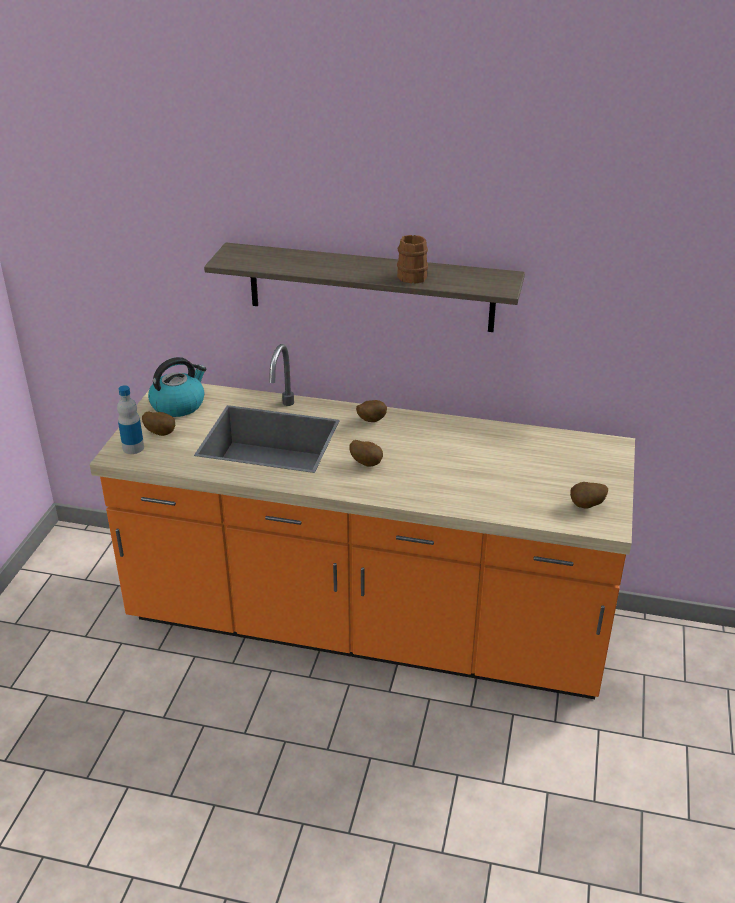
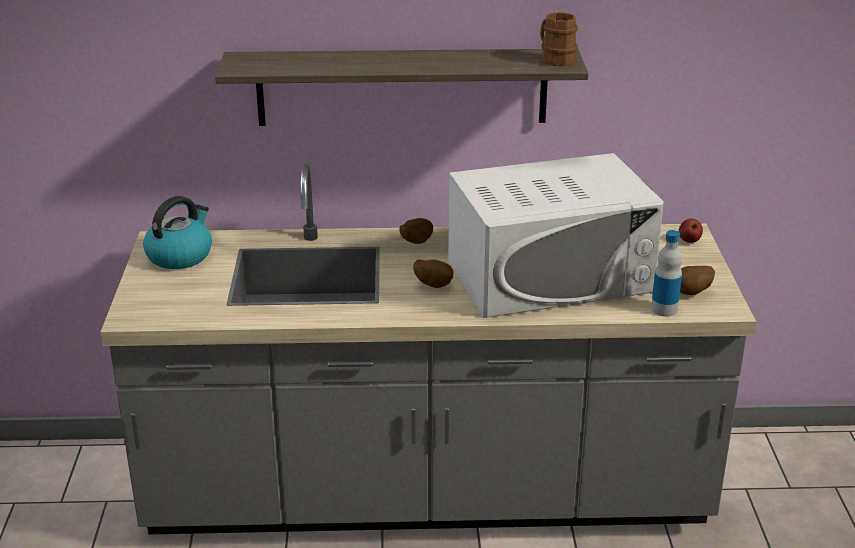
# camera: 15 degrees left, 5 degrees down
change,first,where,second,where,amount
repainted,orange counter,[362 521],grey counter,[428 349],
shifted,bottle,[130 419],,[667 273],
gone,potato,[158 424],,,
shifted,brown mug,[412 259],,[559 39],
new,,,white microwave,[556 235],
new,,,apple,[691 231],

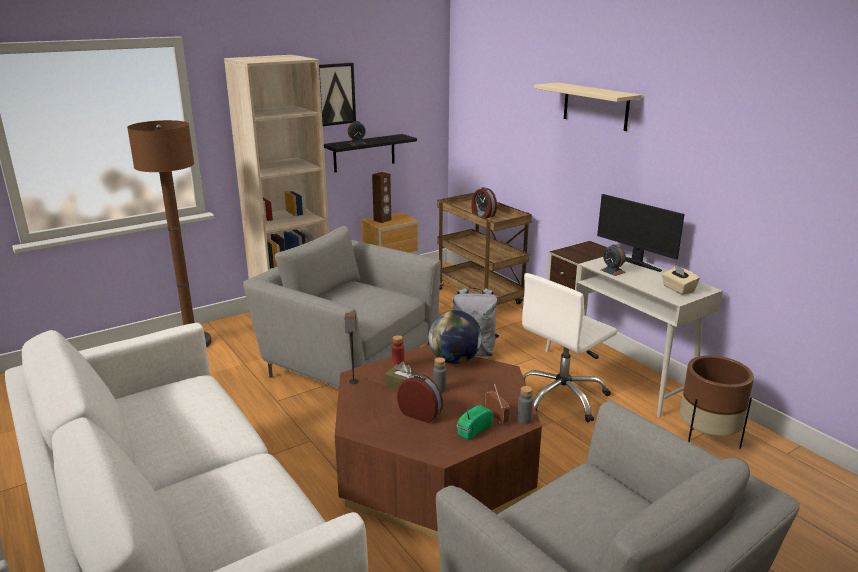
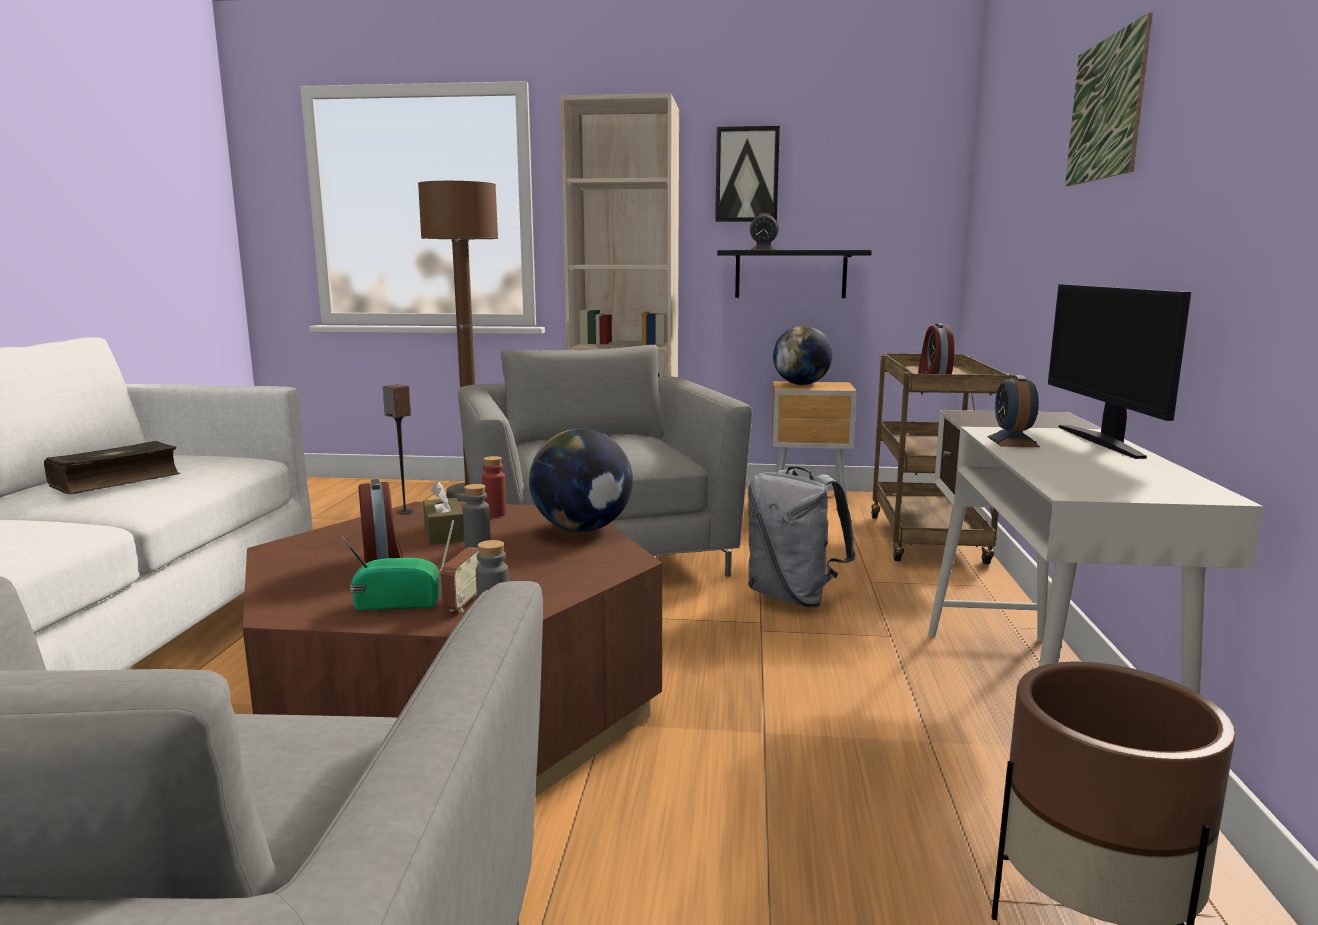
# camera: 40 degrees right, 10 degrees down
change,first,where,second,where,amount
swapped,brown speaker,[381 197],globe,[803 355],
gone,white office chair,[569 347],,,
swapped,beige shelf,[588 106],picture,[1108 99],
gone,beige tissue box,[681 280],,,
new,,,book,[112 467],

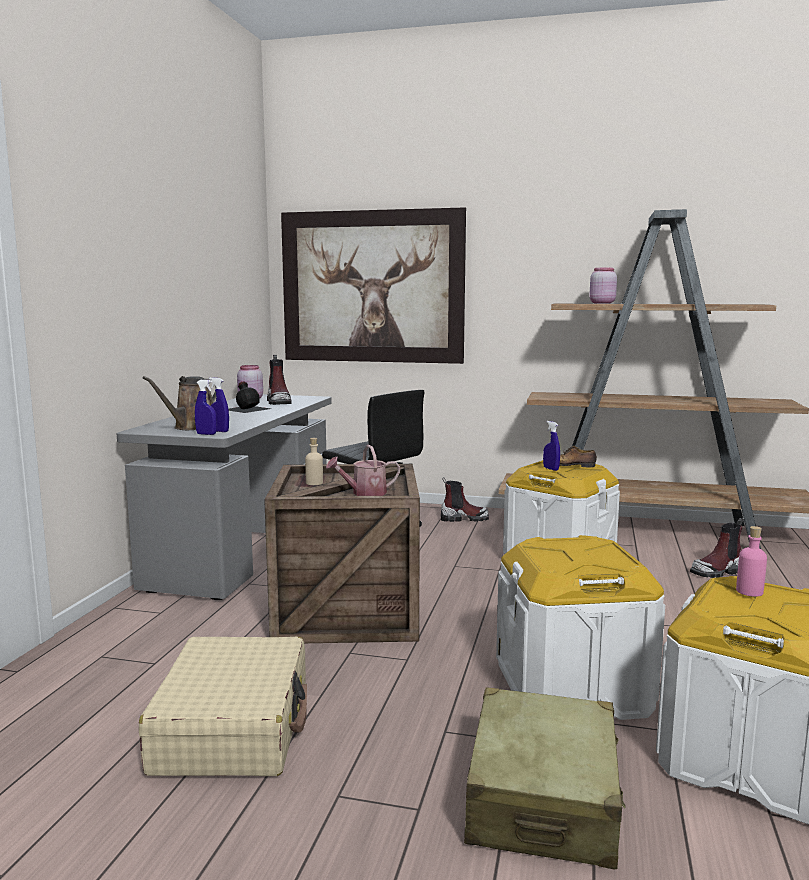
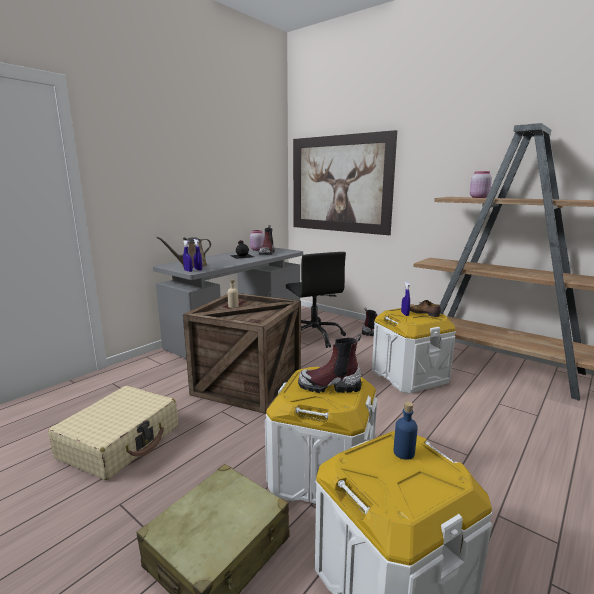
# camera: 25 degrees right, 5 degrees up
change,first,where,second,where,amount
gone,watering can,[363 470],,,
shifted,boot,[716 548],,[329 363],
repainted,pink bottle,[751 561],blue bottle,[405 430],

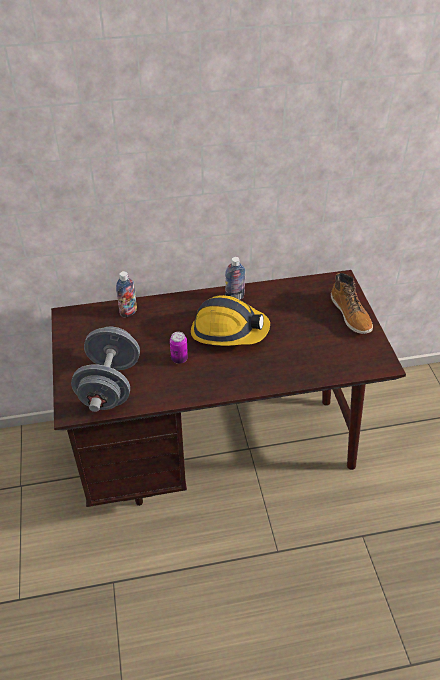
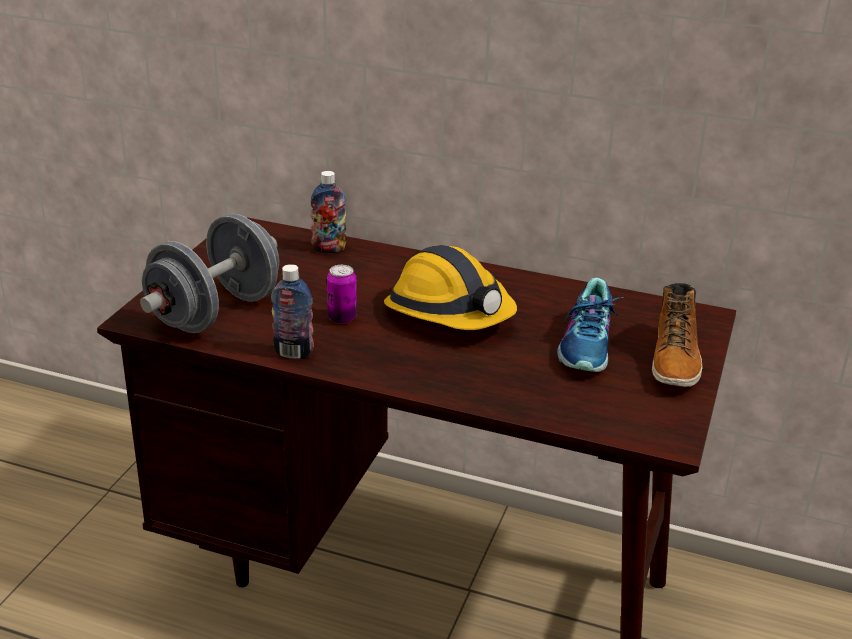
# camera: 30 degrees right, 15 degrees down
change,first,where,second,where,amount
shifted,bottle,[235 278],,[292 311],
new,,,shoe,[590 325],

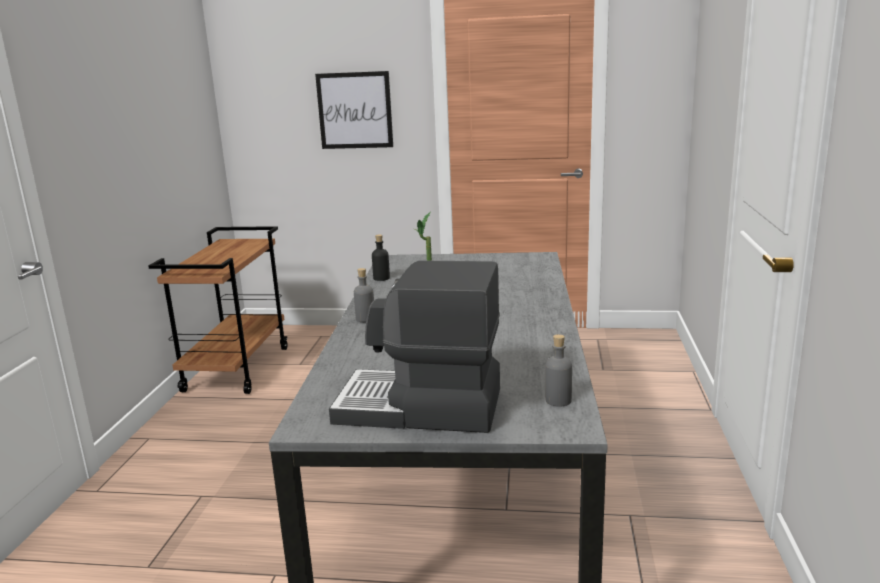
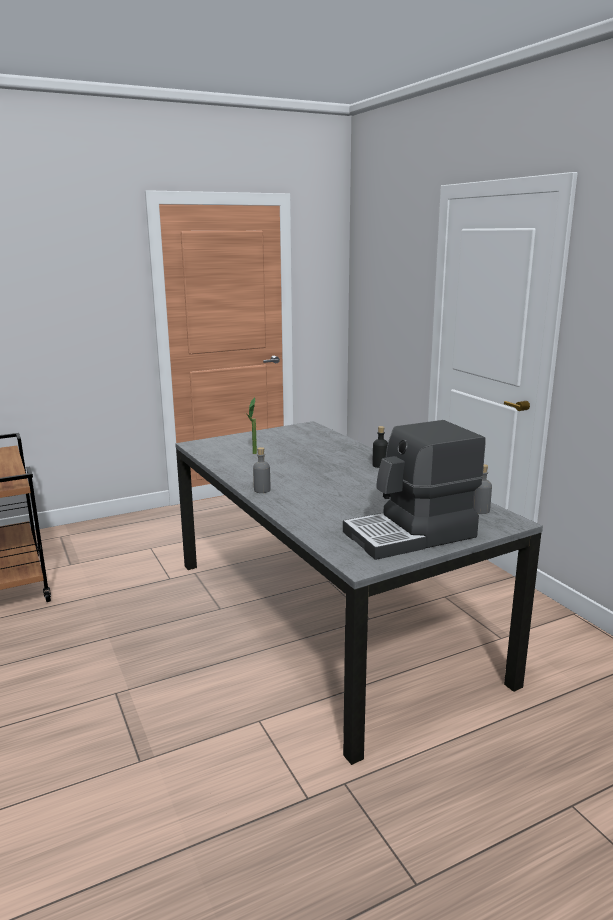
# camera: 35 degrees left, 0 degrees up
change,first,where,second,where,amount
gone,picture,[354 110],,,
shifted,black bottle,[381 258],,[380 447],

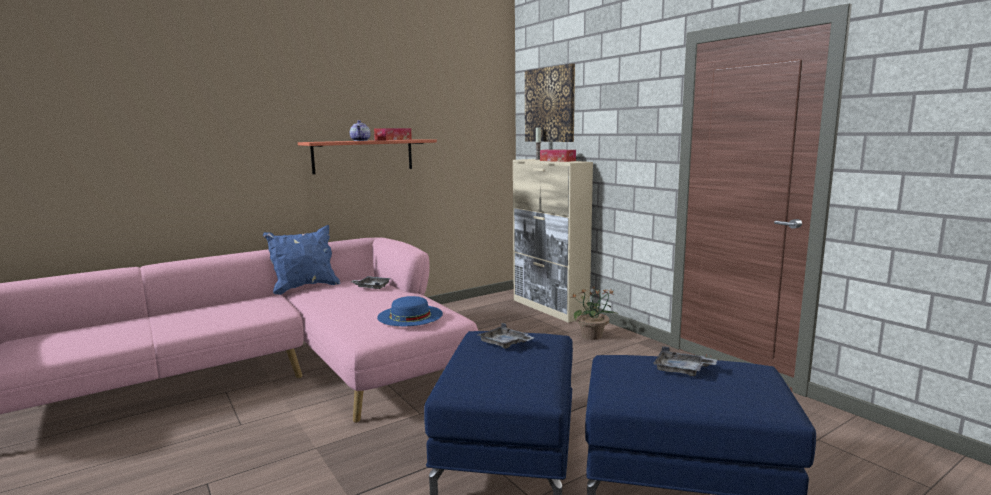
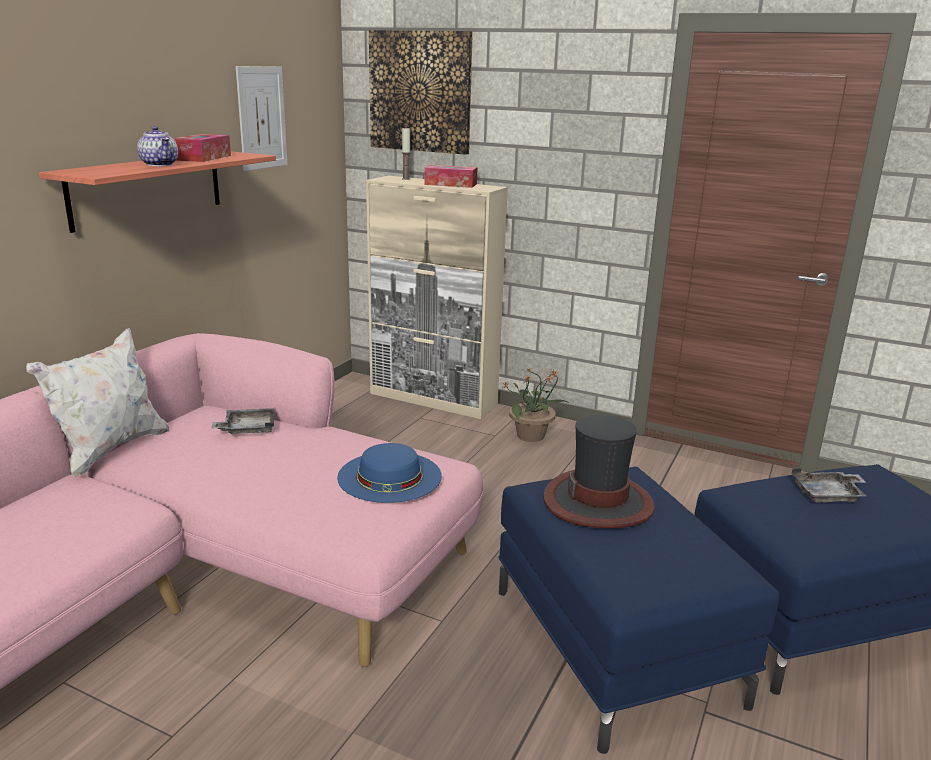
# camera: 30 degrees left, 10 degrees up
change,first,where,second,where,amount
repainted,blue pillow,[301 260],white pillow,[98 402],
swapped,grey tray,[506 336],hat,[599 471],
new,,,picture,[261 118],

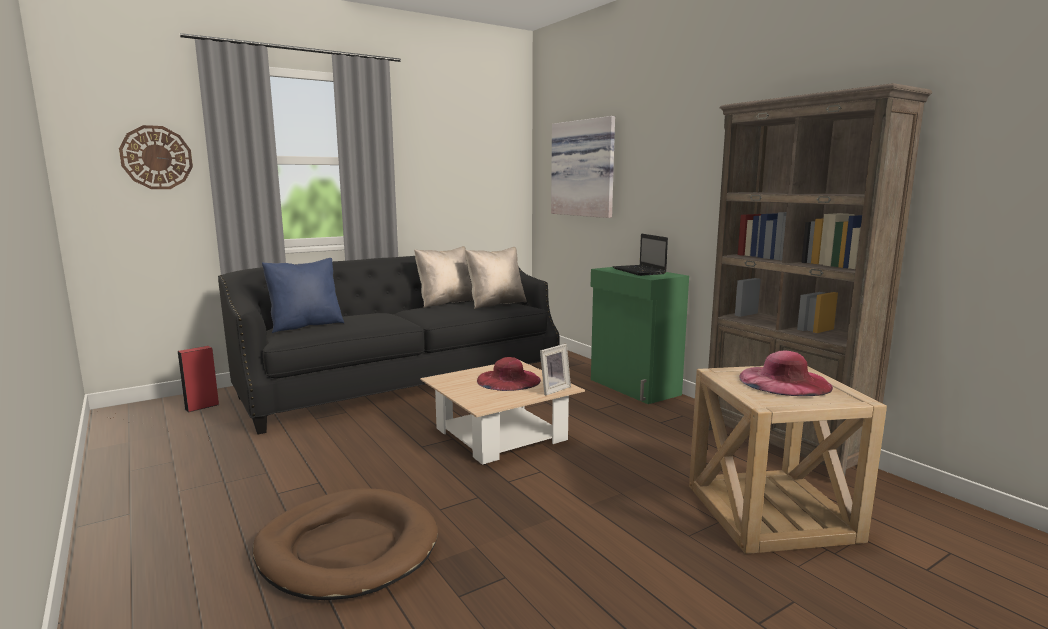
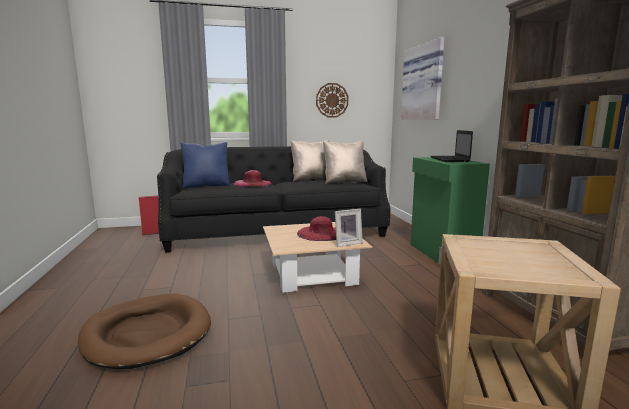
# camera: 20 degrees right, 0 degrees up
change,first,where,second,where,amount
shifted,wall clock,[156 157],,[332 100],
shifted,pink hat,[786 373],,[252 178],

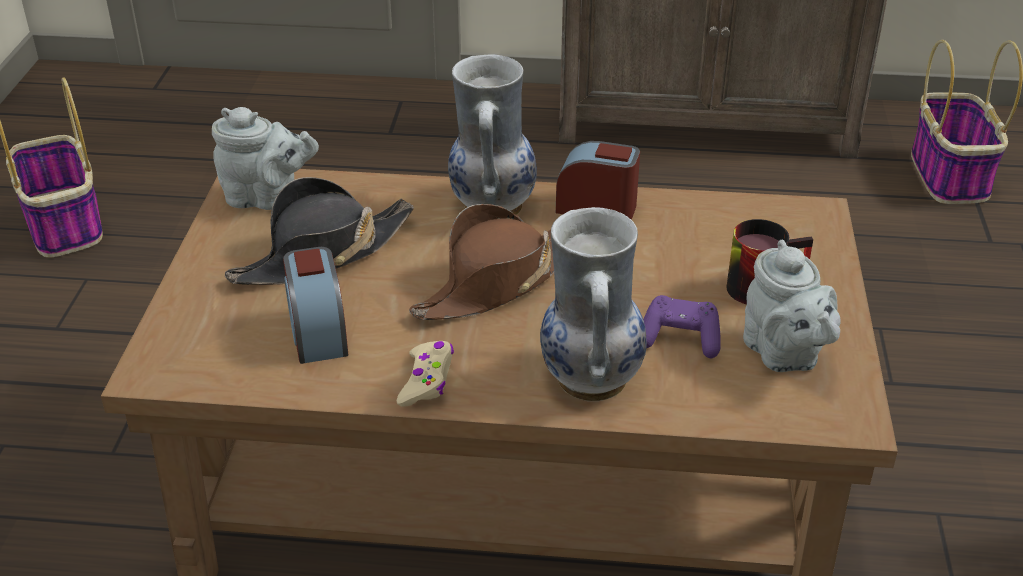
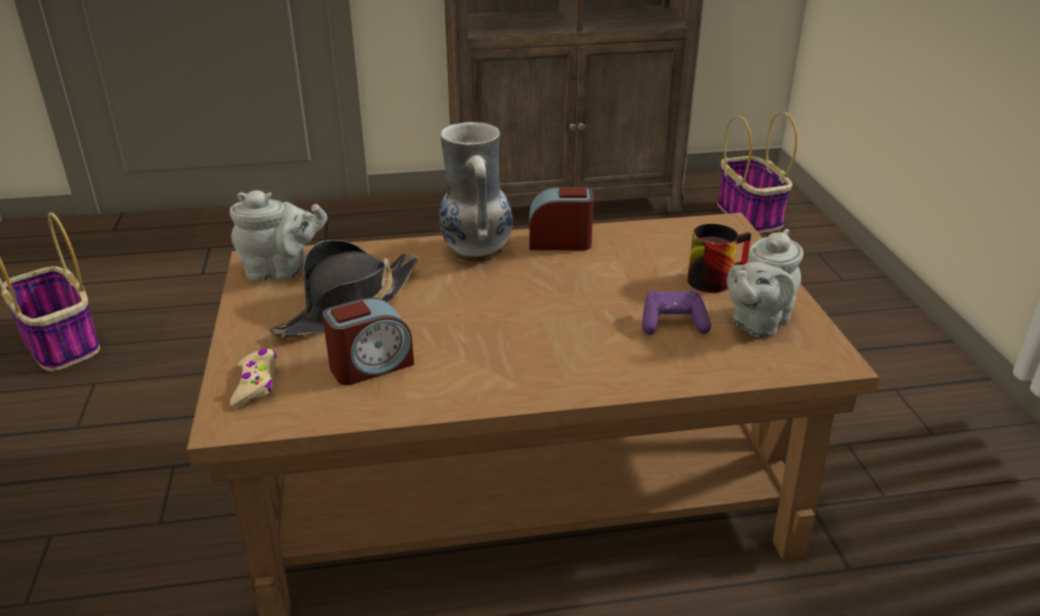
# camera: 15 degrees left, 5 degrees down
change,first,where,second,where,amount
rotated,alarm clock,[315 305],,[368 341],90 degrees counterclockwise
shifted,beige game controller,[425 374],,[253 378],
gone,brown hat,[481 262],,,
gone,vase,[593 304],,,
rotated,grey teapot,[792 305],,[765 283],75 degrees clockwise

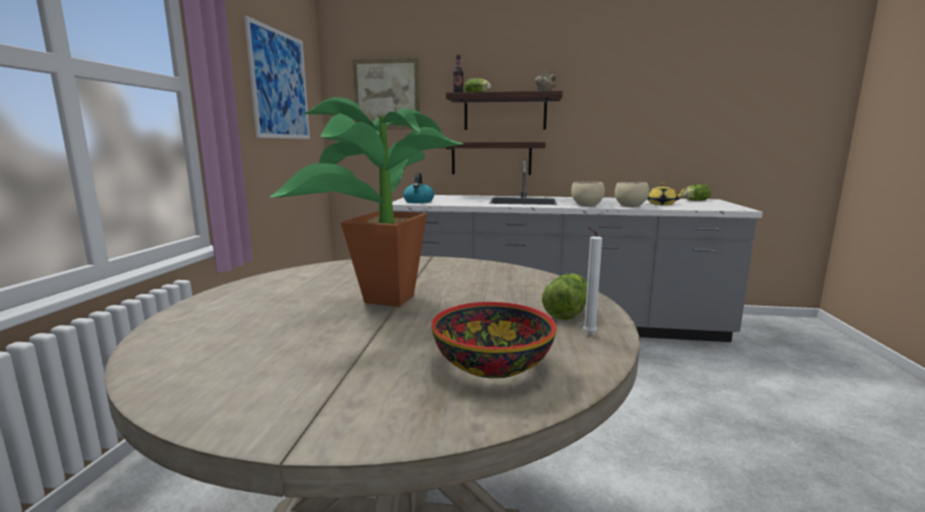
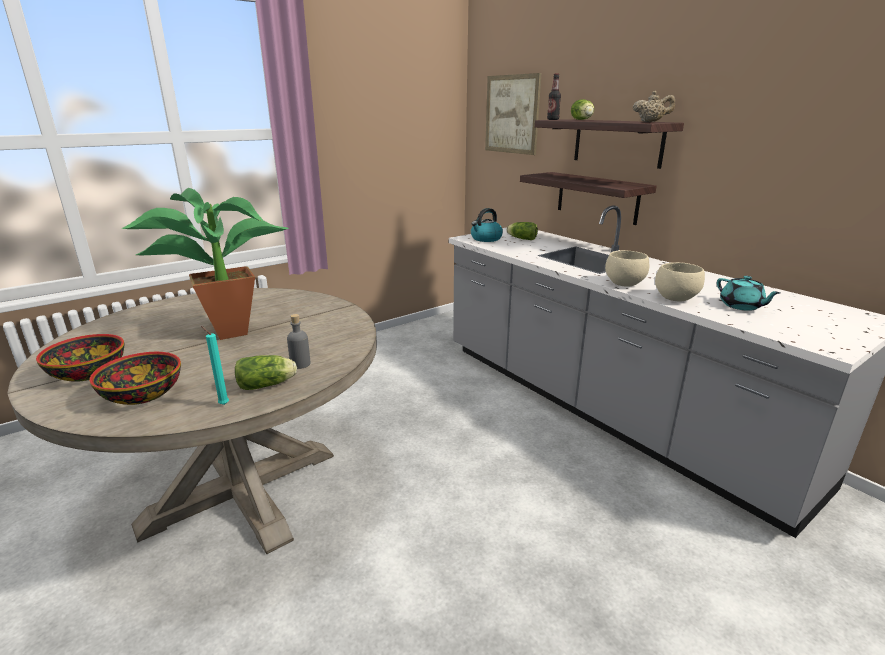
# camera: 45 degrees right, 10 degrees up
change,first,where,second,where,amount
gone,picture,[277 77],,,
repainted,white candle,[592 280],turquoise candle,[215 365],
repainted,yellow teapot,[667 194],turquoise teapot,[748 293],
shifted,lettuce,[696 192],,[522 231],
new,,,bowl,[80 358],
new,,,grey bottle,[298 341],

